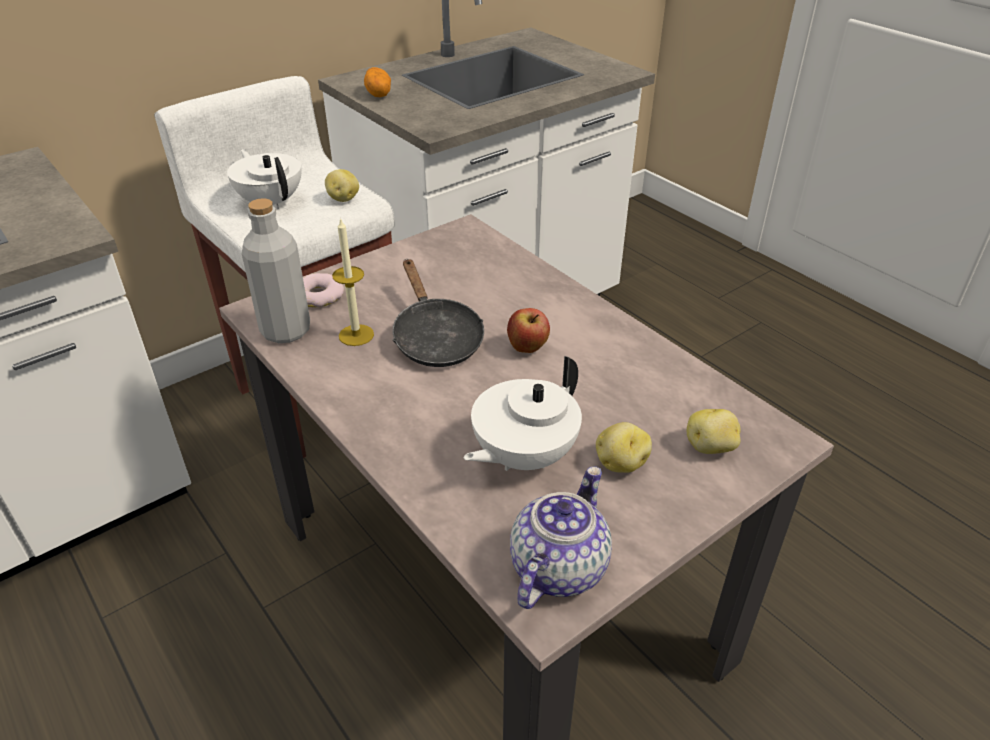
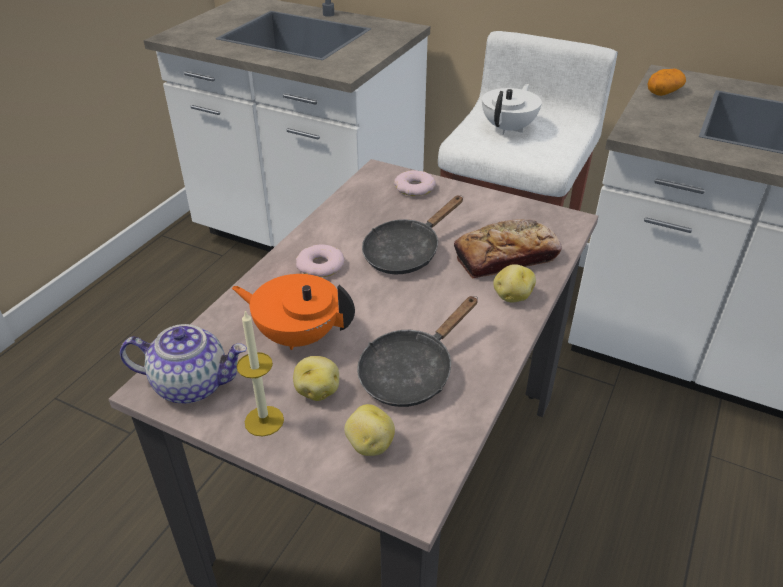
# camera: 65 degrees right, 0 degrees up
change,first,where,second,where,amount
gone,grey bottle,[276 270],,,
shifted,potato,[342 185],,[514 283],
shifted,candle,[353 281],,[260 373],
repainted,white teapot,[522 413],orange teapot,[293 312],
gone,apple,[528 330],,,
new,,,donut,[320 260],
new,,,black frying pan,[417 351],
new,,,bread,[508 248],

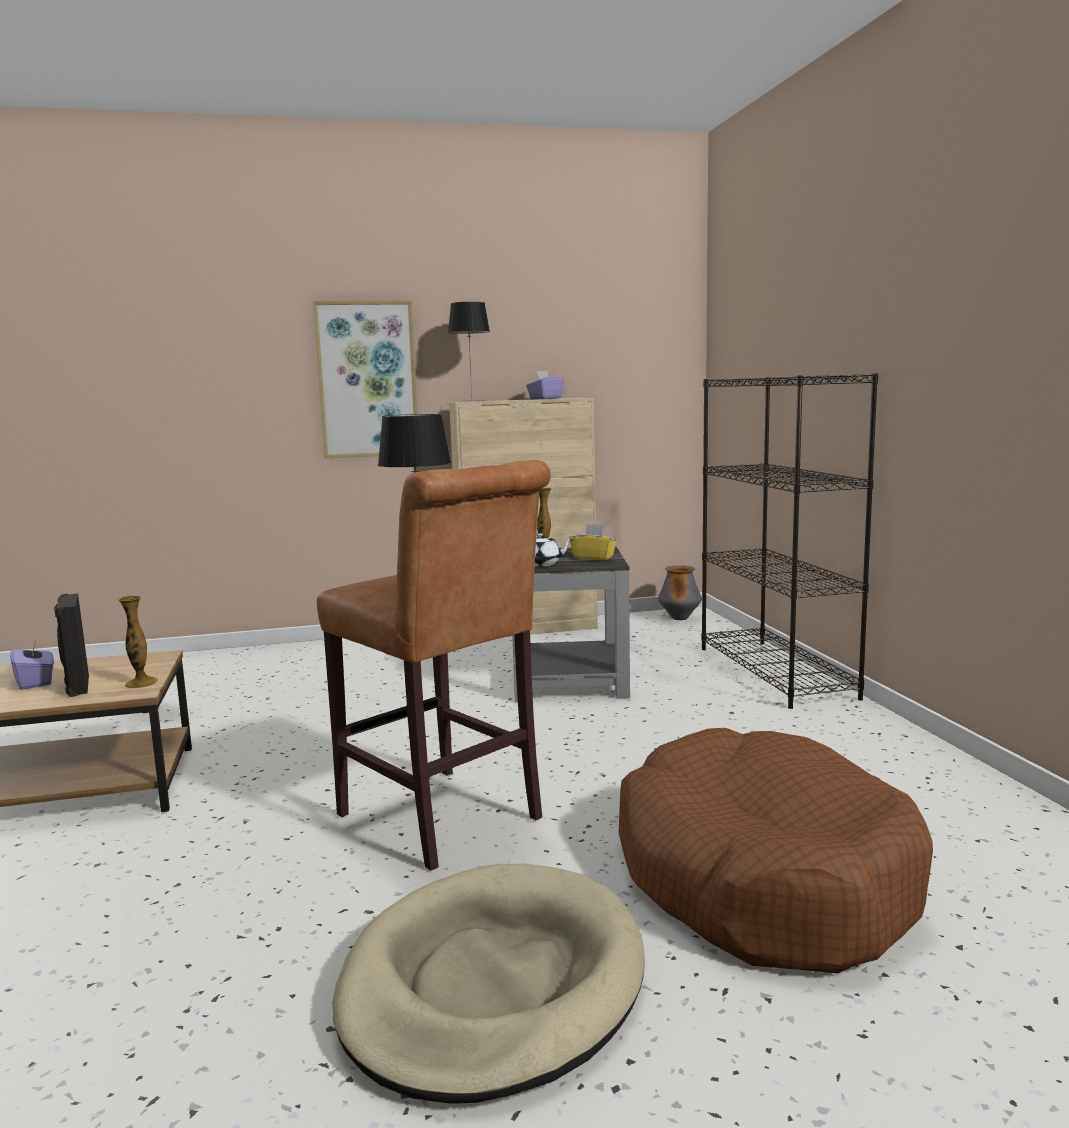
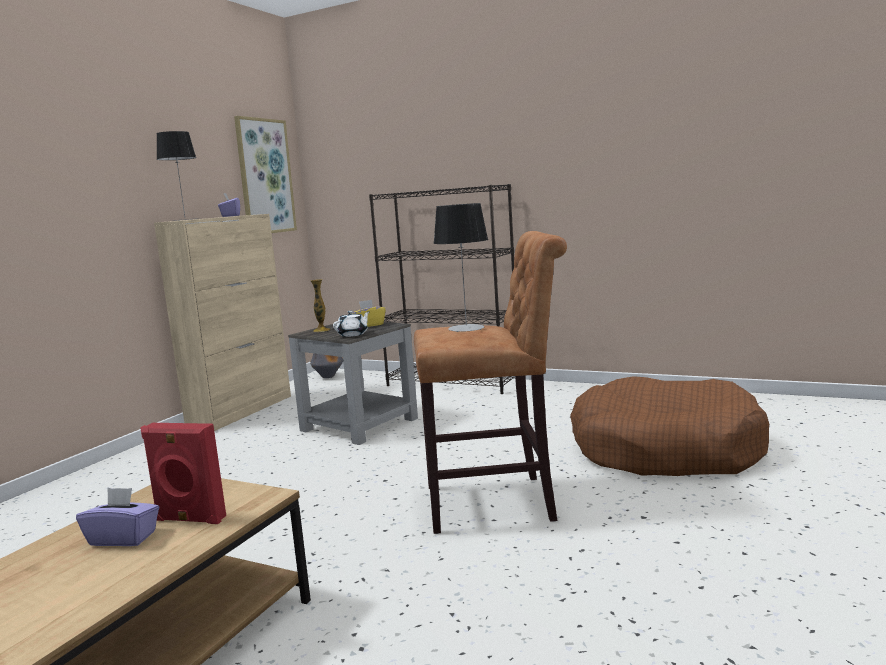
# camera: 50 degrees left, 0 degrees up
change,first,where,second,where,amount
repainted,black speaker,[71 645],red speaker,[183 473],
gone,vase,[138 641],,,
shifted,picture,[365 379],,[265 174],
gone,beige dog bed,[489 984],,,

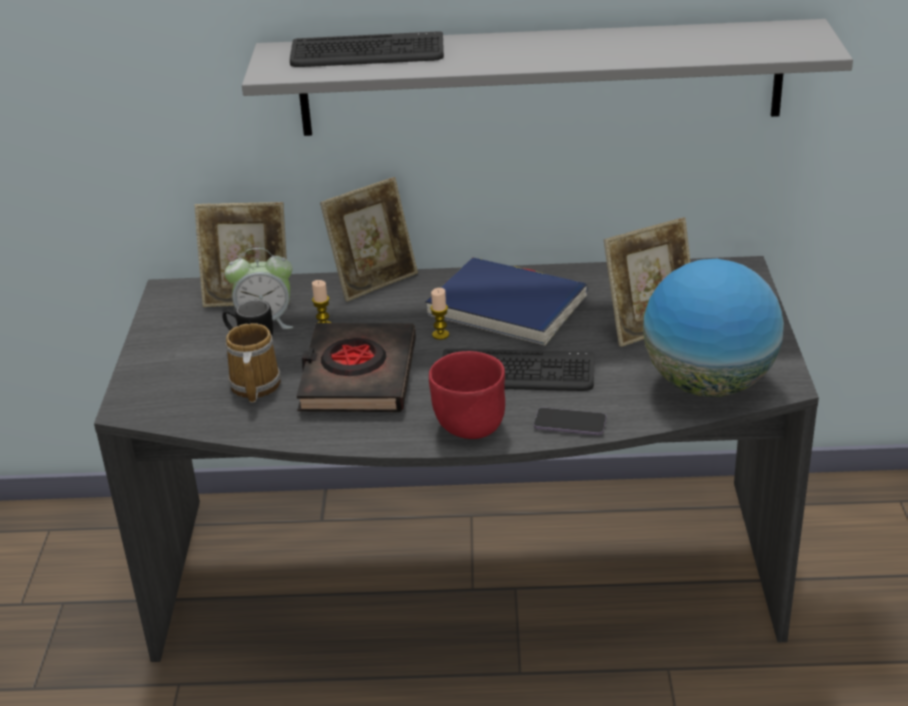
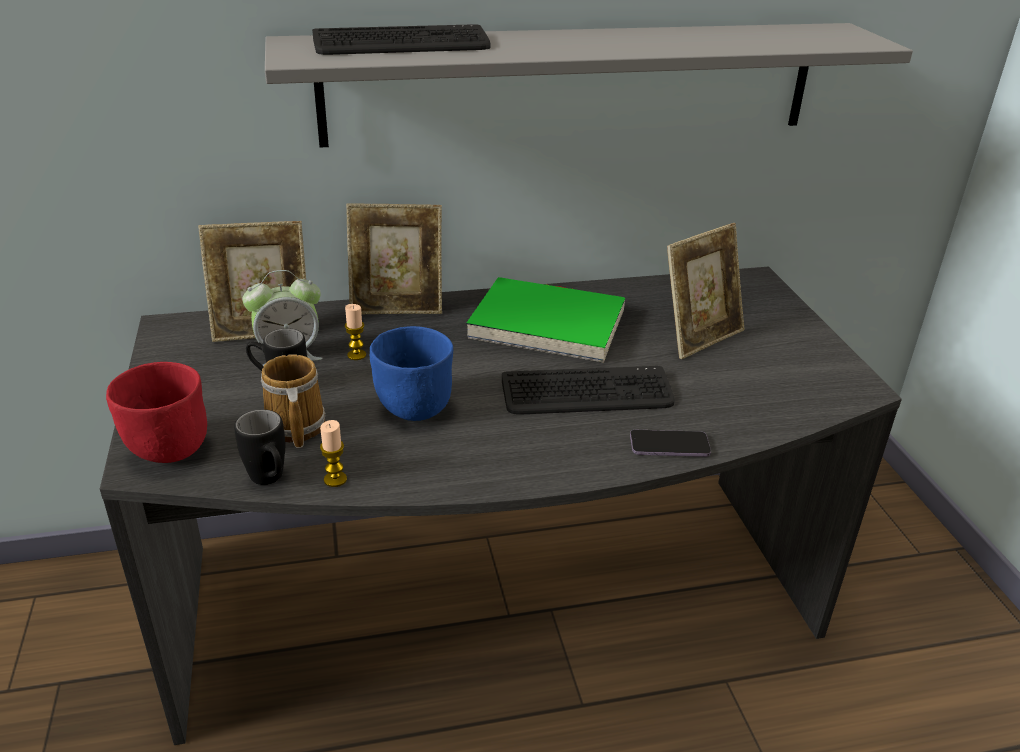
# camera: 15 degrees left, 0 degrees up
change,first,where,second,where,amount
swapped,black book,[356 367],blue bowl,[411 373],
rotated,picture frame,[369 239],,[394 258],45 degrees clockwise
repainted,blue book,[506 301],green book,[545 320],
shifted,red bowl,[467 395],,[156 412],
shifted,candle,[439 314],,[333 453],
gone,globe,[713 328],,,
new,,,black mug,[259 447],

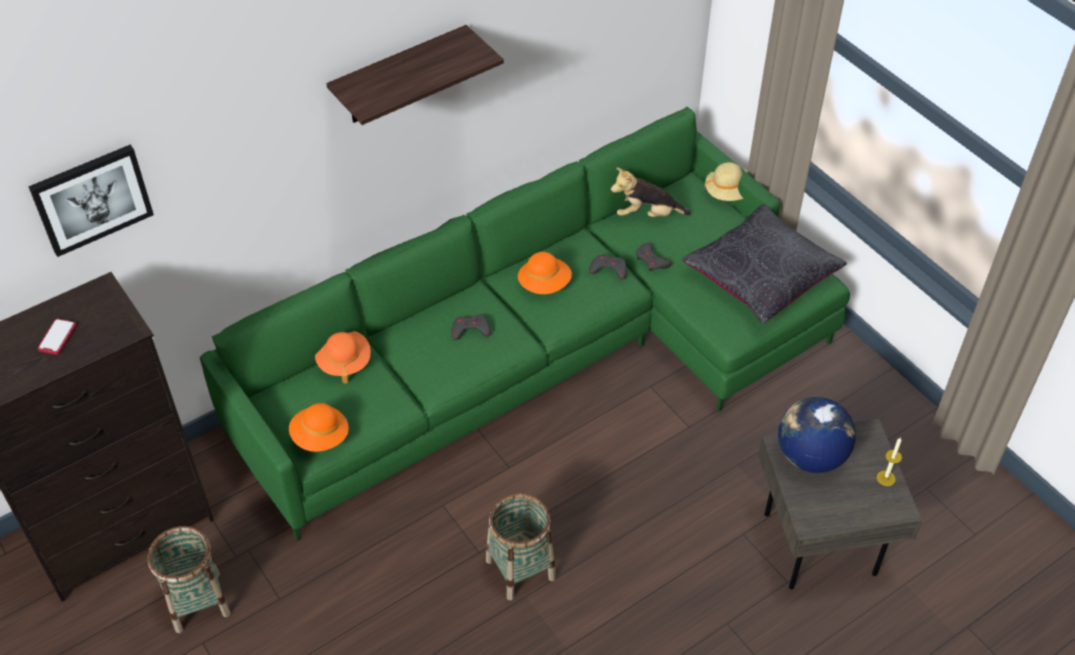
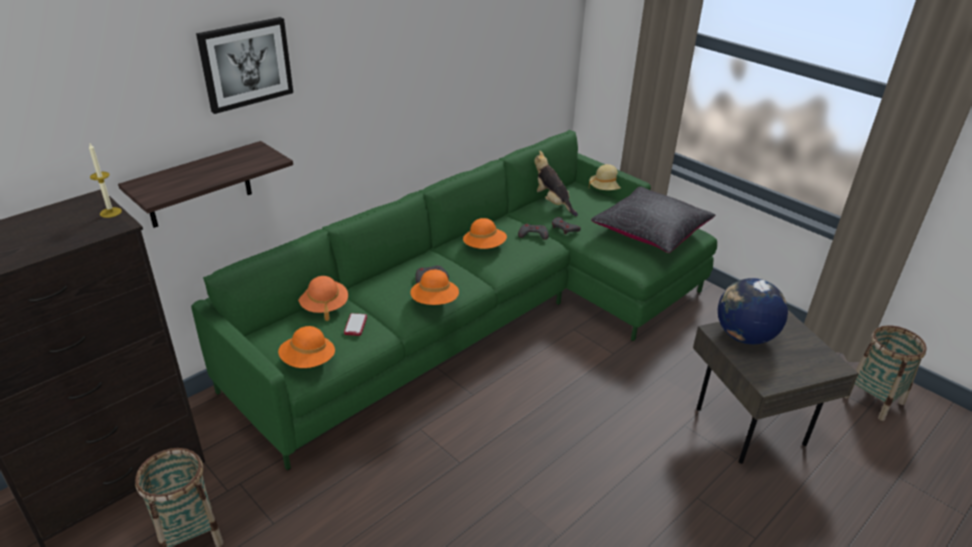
# camera: 10 degrees left, 15 degrees down
change,first,where,second,where,amount
shifted,picture,[91 201],,[244 65],
shifted,phone,[57 337],,[355 324],
shifted,shelf,[415 75],,[205 184],
shifted,basket,[521 546],,[885 373],
rotated,plush toy,[651 192],,[556 183],60 degrees clockwise
shifted,candle,[889 461],,[105 180],
new,,,orange hat,[434 287],

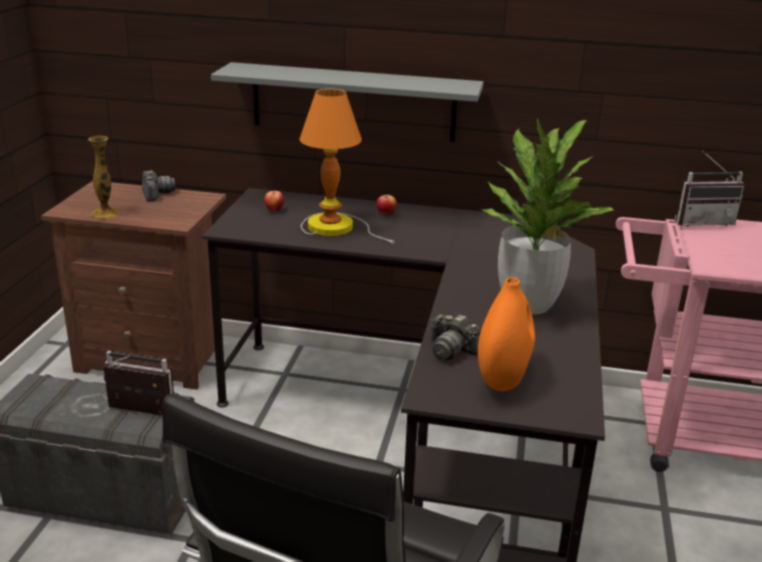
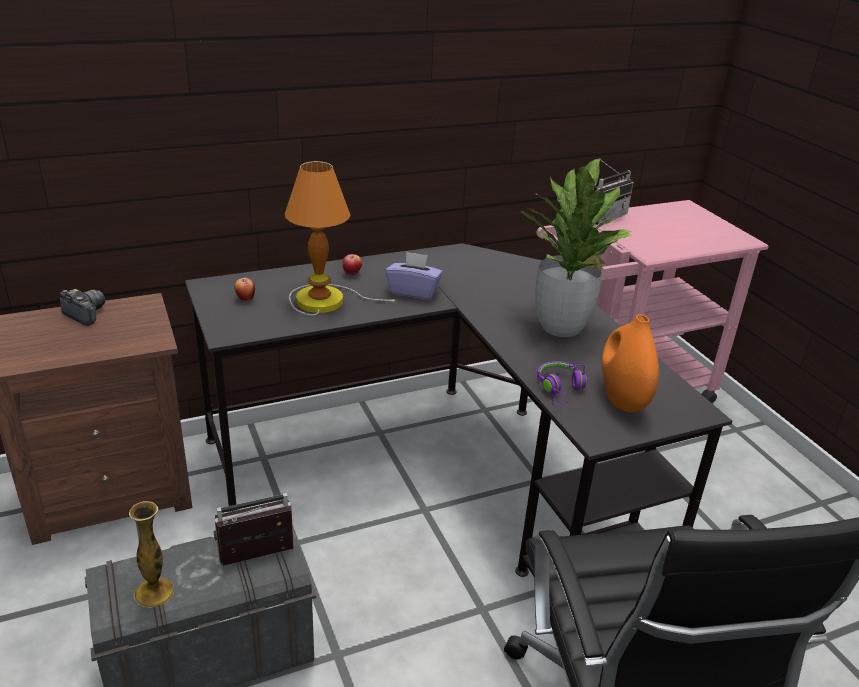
# camera: 35 degrees left, 5 degrees up
change,first,where,second,where,amount
shifted,vase,[103 177],,[151 554],
gone,grey shelf,[347 102],,,
swapped,photo camera,[456 337],purple headphones,[562 383],
new,,,purple tissue box,[414 275],

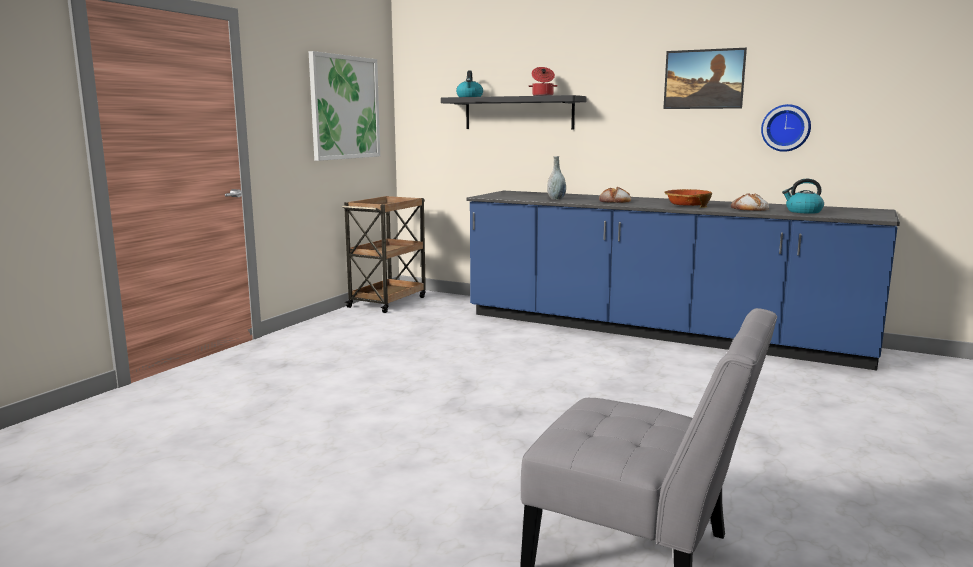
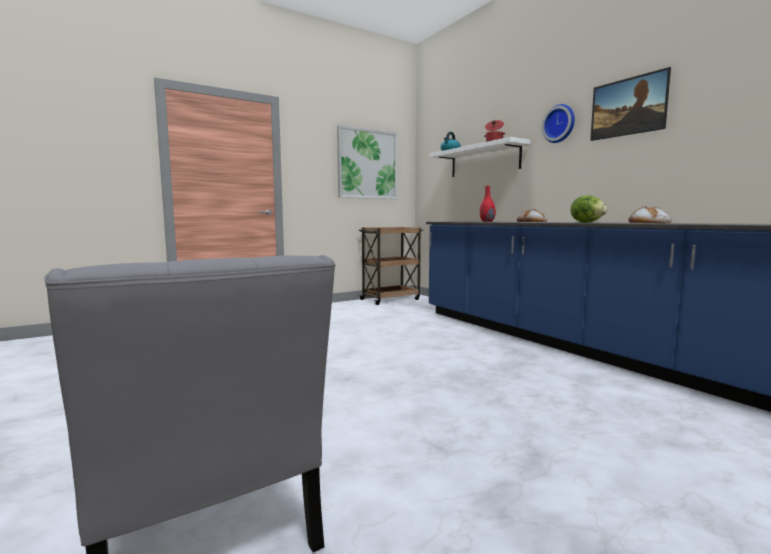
# camera: 30 degrees right, 5 degrees down
change,first,where,second,where,amount
repainted,black shelf,[514 112],white shelf,[480 157],
repainted,grey vase,[556 178],red vase,[488 204],
swapped,bowl,[688 198],lettuce,[588 209],
shifted,wall clock,[786 128],,[558 123],
gone,kettle,[803 196],,,

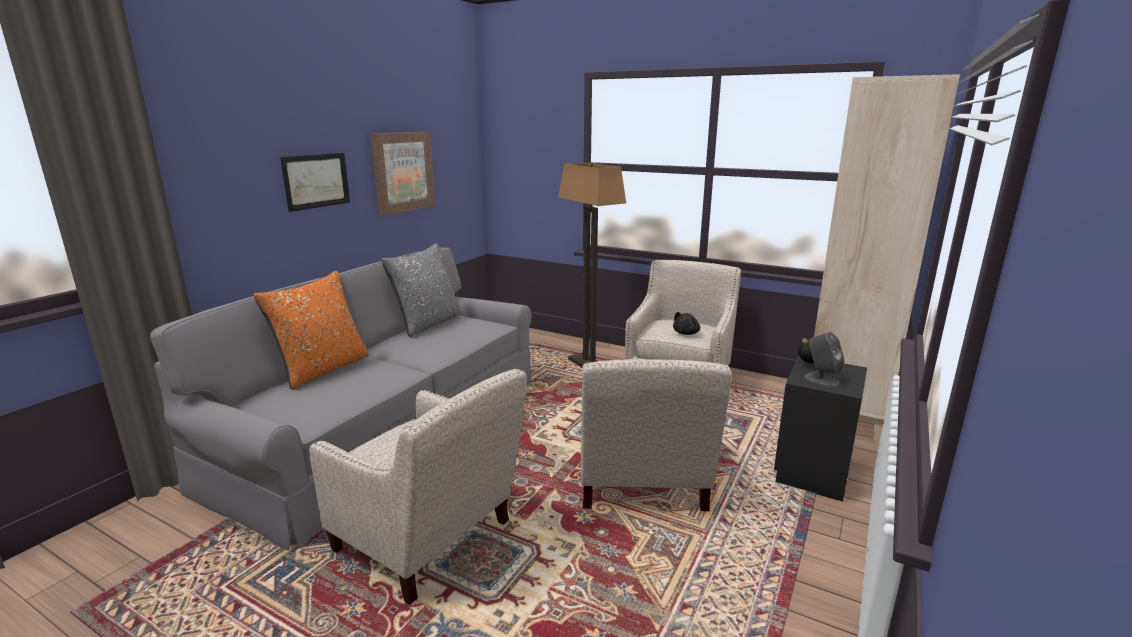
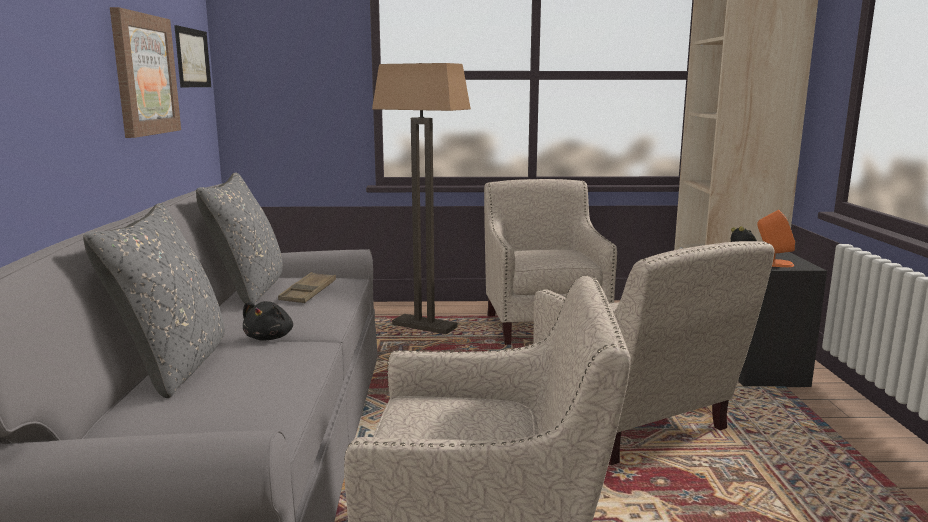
# camera: 30 degrees left, 5 degrees down
change,first,where,second,where,amount
repainted,orange pillow,[310 330],grey pillow,[154 300],
shifted,picture,[315 182],,[192 56],
shifted,black plush toy,[686 323],,[268 320],
repainted,grey speaker,[824 360],orange speaker,[776 238],
new,,,brown tray,[307 287],

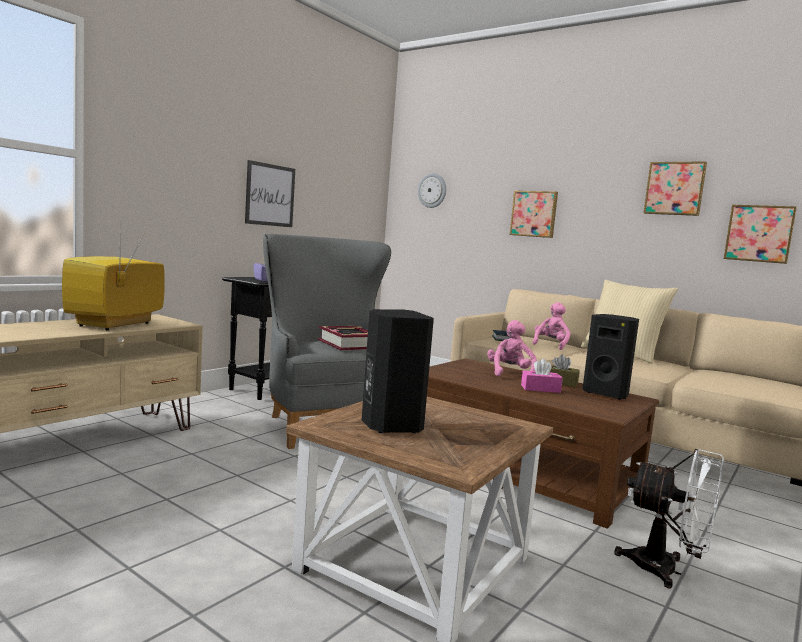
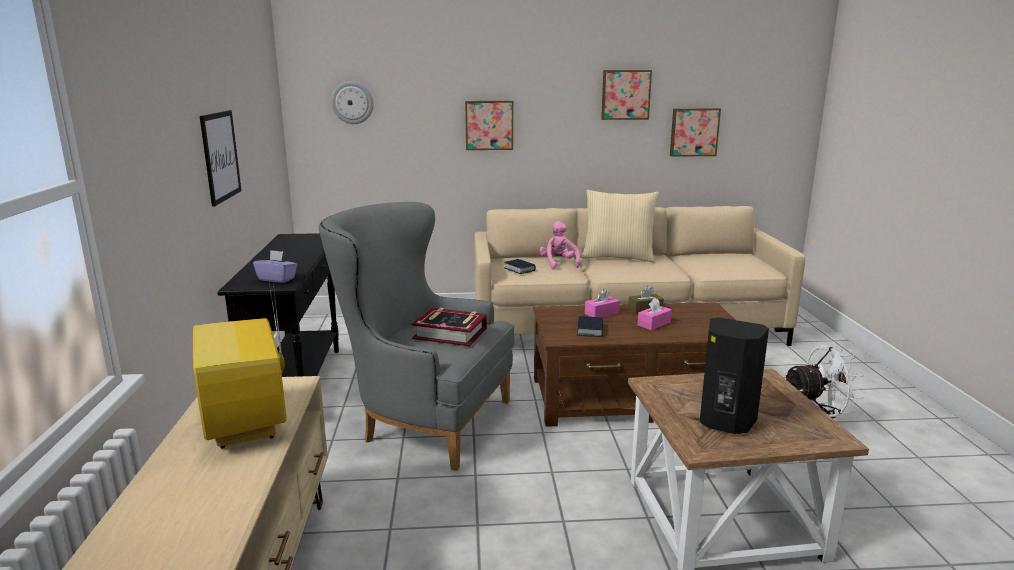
# camera: 40 degrees left, 10 degrees up
change,first,where,second,where,amount
swapped,pink plush toy,[512 348],pink tissue box,[602 303],
gone,black speaker,[611 357],,,
new,,,book,[590 326],

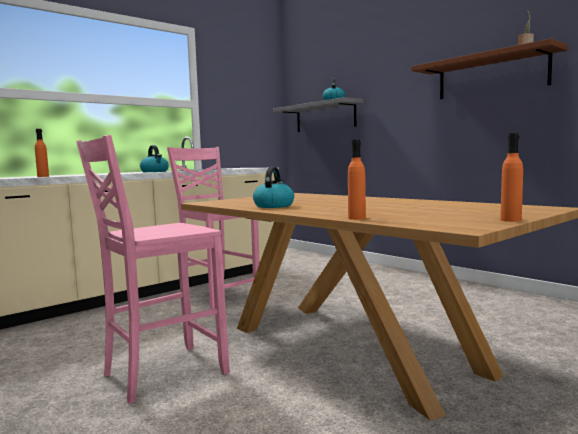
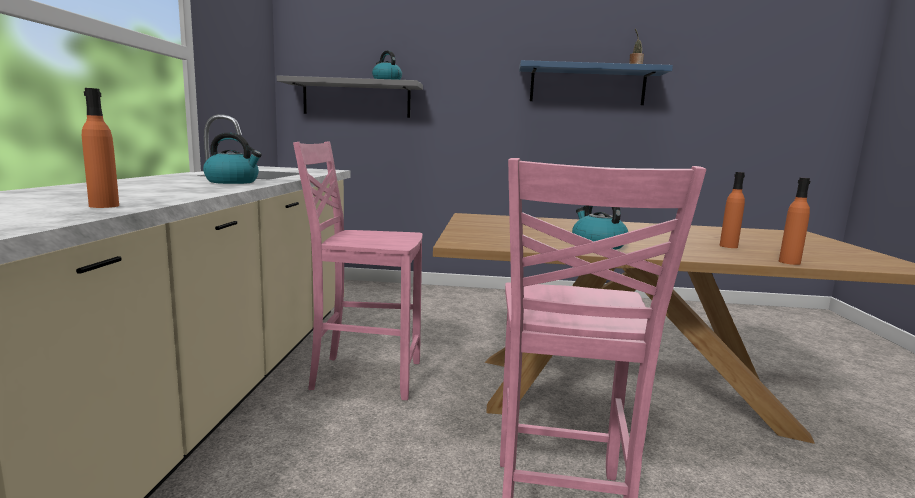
# camera: 45 degrees left, 5 degrees up
change,first,where,second,where,amount
repainted,brown shelf,[489 68],blue shelf,[596 82],
shifted,orange bottle,[511 177],,[732 210],

